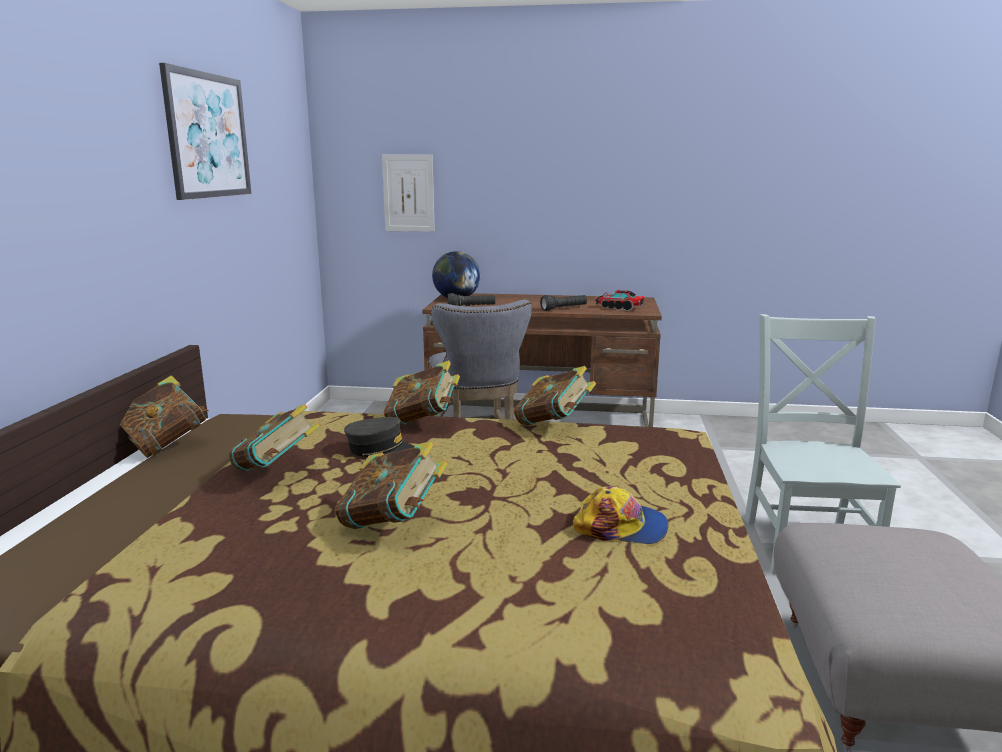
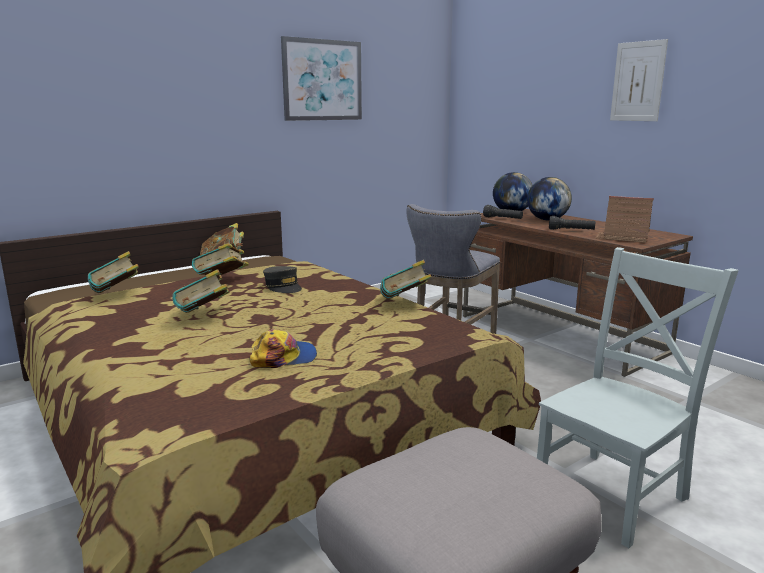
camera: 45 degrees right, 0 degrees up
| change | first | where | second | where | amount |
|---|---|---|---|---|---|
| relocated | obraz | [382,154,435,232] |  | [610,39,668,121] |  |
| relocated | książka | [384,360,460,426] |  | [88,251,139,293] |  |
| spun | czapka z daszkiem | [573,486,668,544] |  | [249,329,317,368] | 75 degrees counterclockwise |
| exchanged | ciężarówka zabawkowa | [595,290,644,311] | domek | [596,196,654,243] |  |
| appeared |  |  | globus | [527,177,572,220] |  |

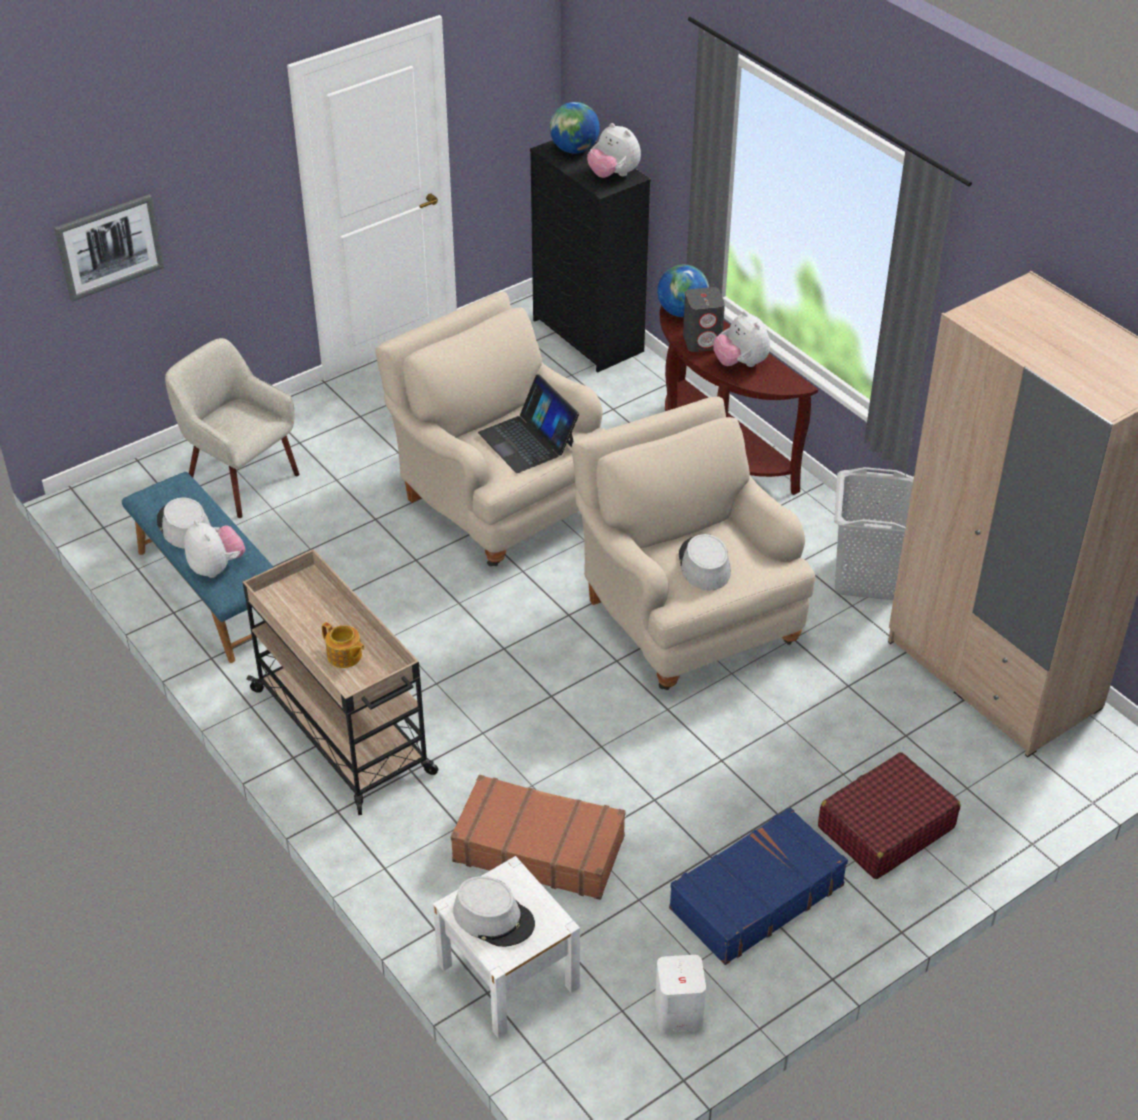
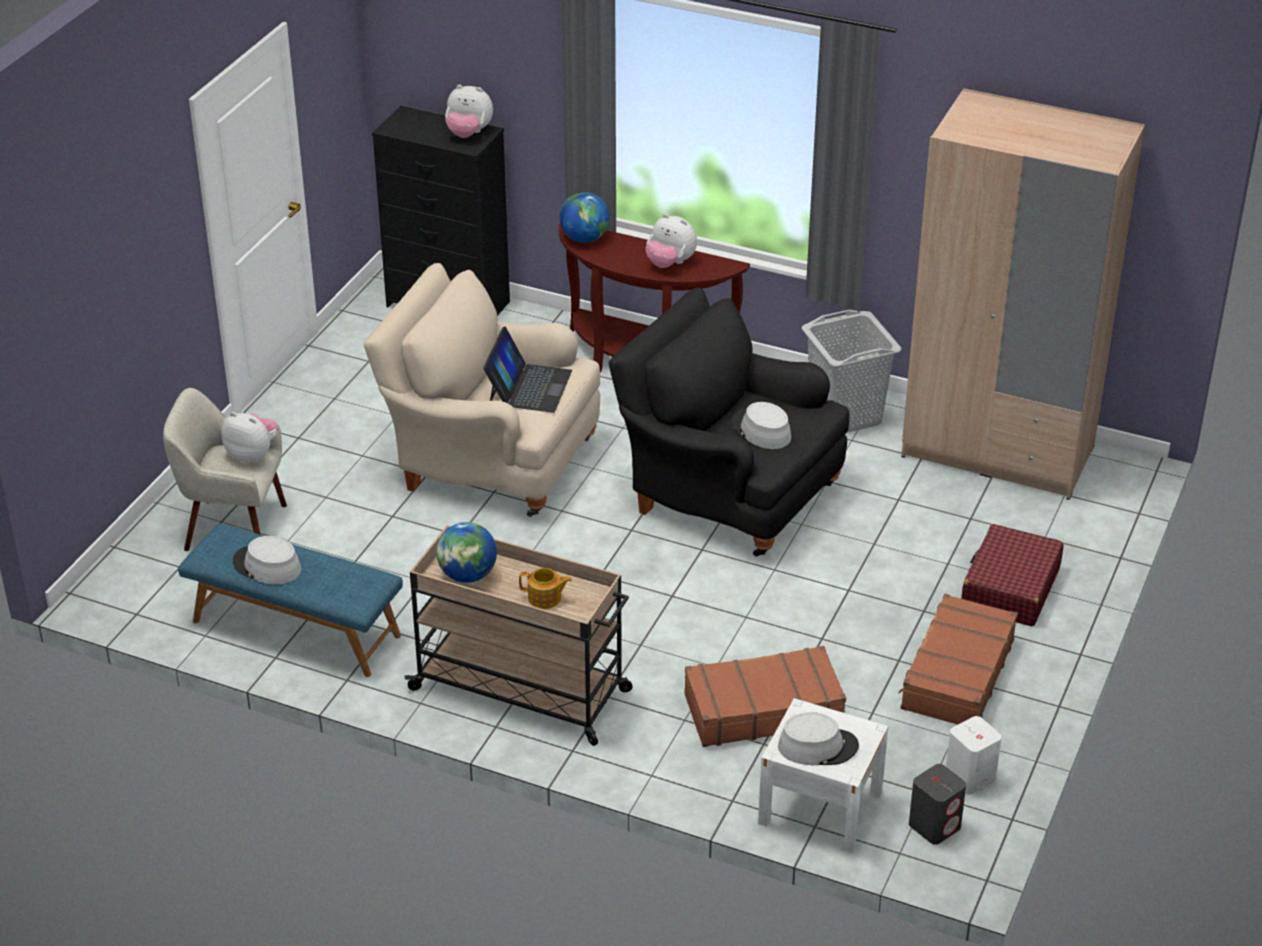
camera: 30 degrees left, 5 degrees down
| change | first | where | second | where | amount |
|---|---|---|---|---|---|
| missing | obraz | [54,194,165,302] |  |  |  |
| relocated | pluszak | [184,520,245,578] |  | [221,412,278,463] |  |
| spun | laptop | [478,374,579,473] |  | [483,326,572,413] | 105 degrees counterclockwise |
| relocated | globus | [550,102,600,153] |  | [437,522,497,583] |  |
| colour | fotel (beżowy) | [572,396,815,690] | fotel (czarny) | [609,288,849,556] |  |
| colour | walizka (niebieski) | [669,807,848,965] | walizka (brązowy) | [899,594,1018,725] |  |
| relocated | głośnik (szary) | [683,287,725,352] |  | [909,764,966,845] |  |

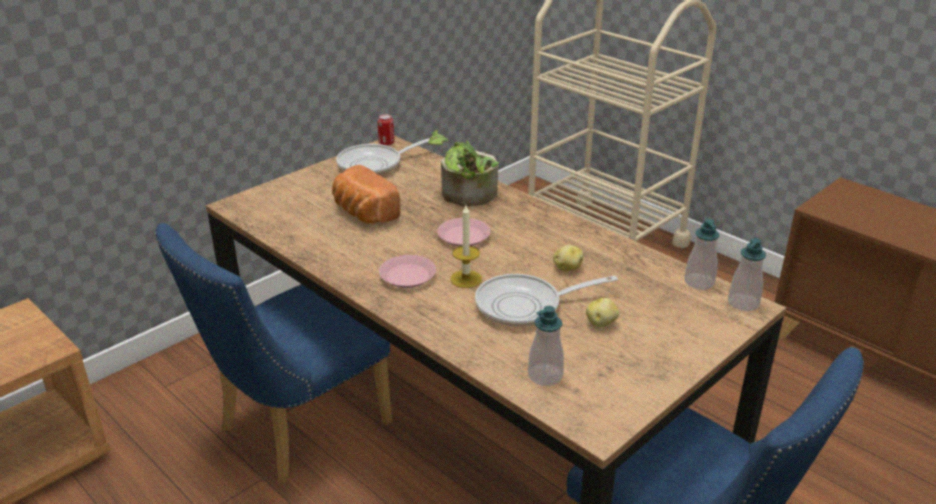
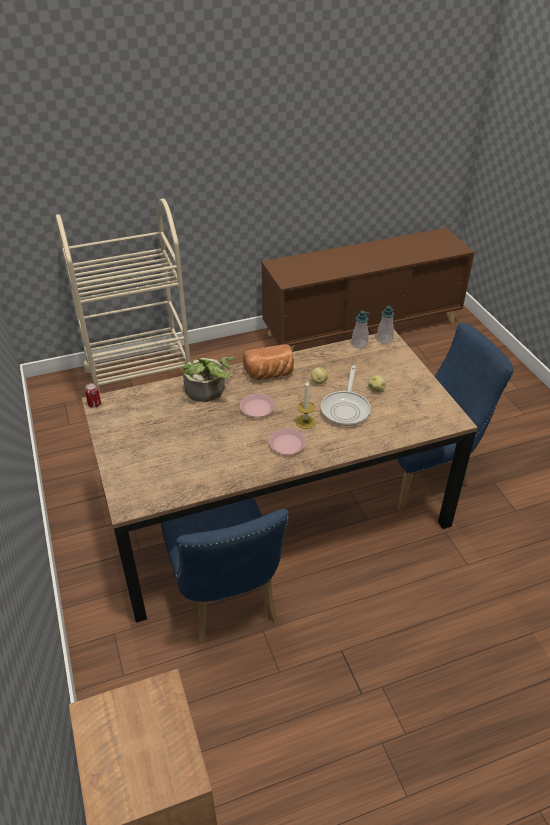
camera: 65 degrees left, 10 degrees up
| change | first | where | second | where | amount |
|---|---|---|---|---|---|
| relocated | chleb | [332,165,400,224] |  | [243,345,294,380] |  |
| missing | patelnia | [336,138,430,175] |  |  |  |
| missing | dozownik mydła | [528,306,564,386] |  |  |  |

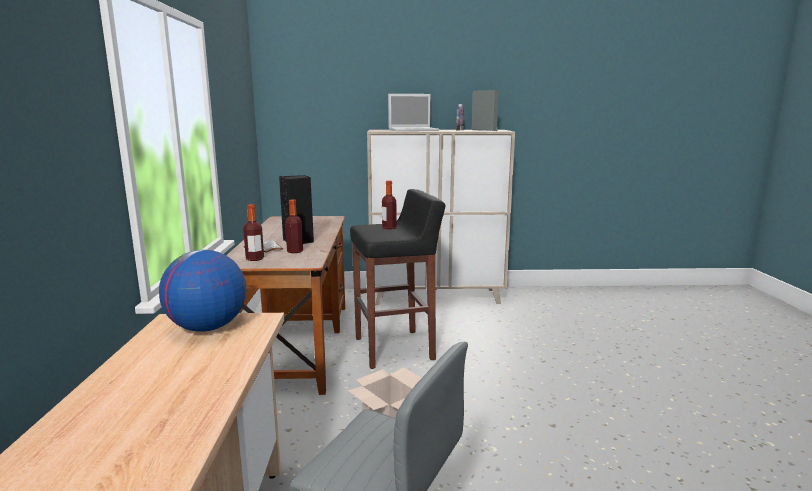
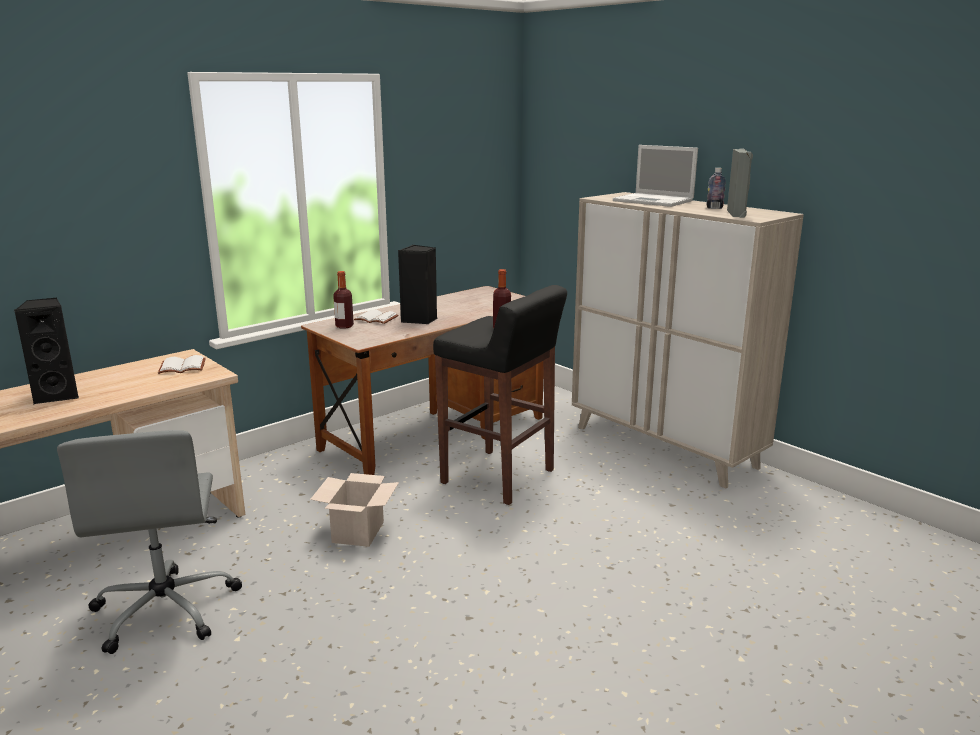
camera: 50 degrees right, 5 degrees up
| change | first | where | second | where | amount |
|---|---|---|---|---|---|
| exchanged | globus | [159,250,246,332] | książka (biały) | [158,355,206,374] |  |
| missing | butelka | [285,199,303,253] |  |  |  |
| appeared |  |  | głośnik (czarny) | [14,298,79,404] |  |

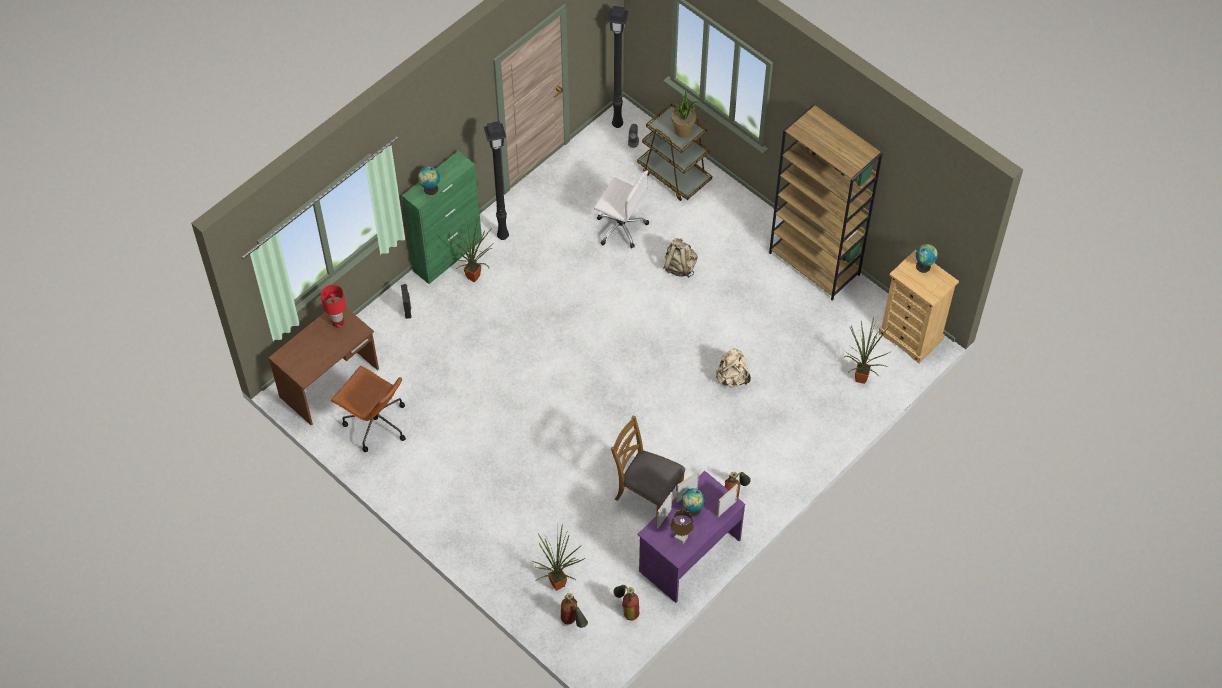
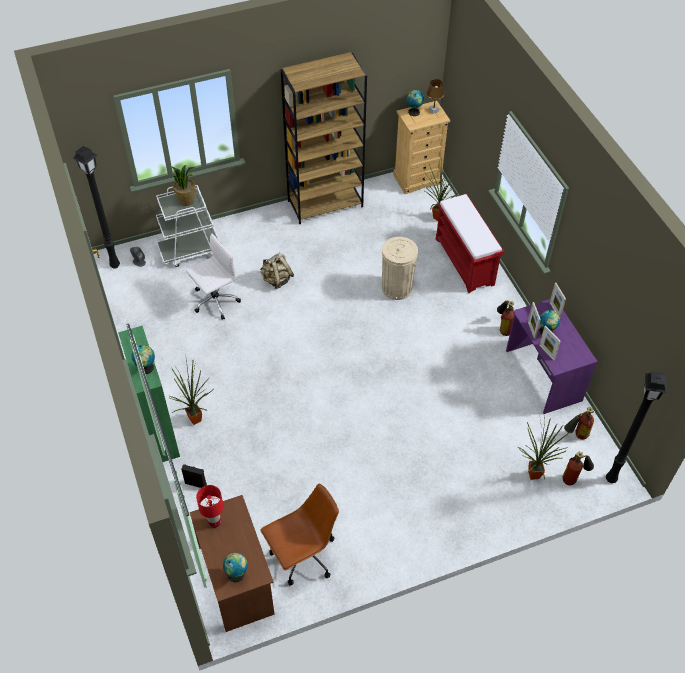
camera: 65 degrees left, 5 degrees down
| change | first | where | second | where | amount |
|---|---|---|---|---|---|
| relocated | lampa stojąca (czarny) | [484,121,509,240] |  | [606,371,667,483] |  |
| missing | krzesło (brązowy) | [611,416,685,516] |  |  |  |
| colour | wózek (brązowy) | [637,103,712,201] | wózek (biały) | [156,185,220,267] |  |
| relocated | lampa stołowa (brązowy) | [670,510,694,544] |  | [427,79,444,114] |  |
| exchanged | plecak (beżowy) | [716,348,751,388] | kosz na śmieci (beżowy) | [382,237,418,300] |  |
| appeared |  |  | globus | [223,553,248,582] |  |
| appeared |  |  | ławka (czerwony) | [436,194,504,293] |  |

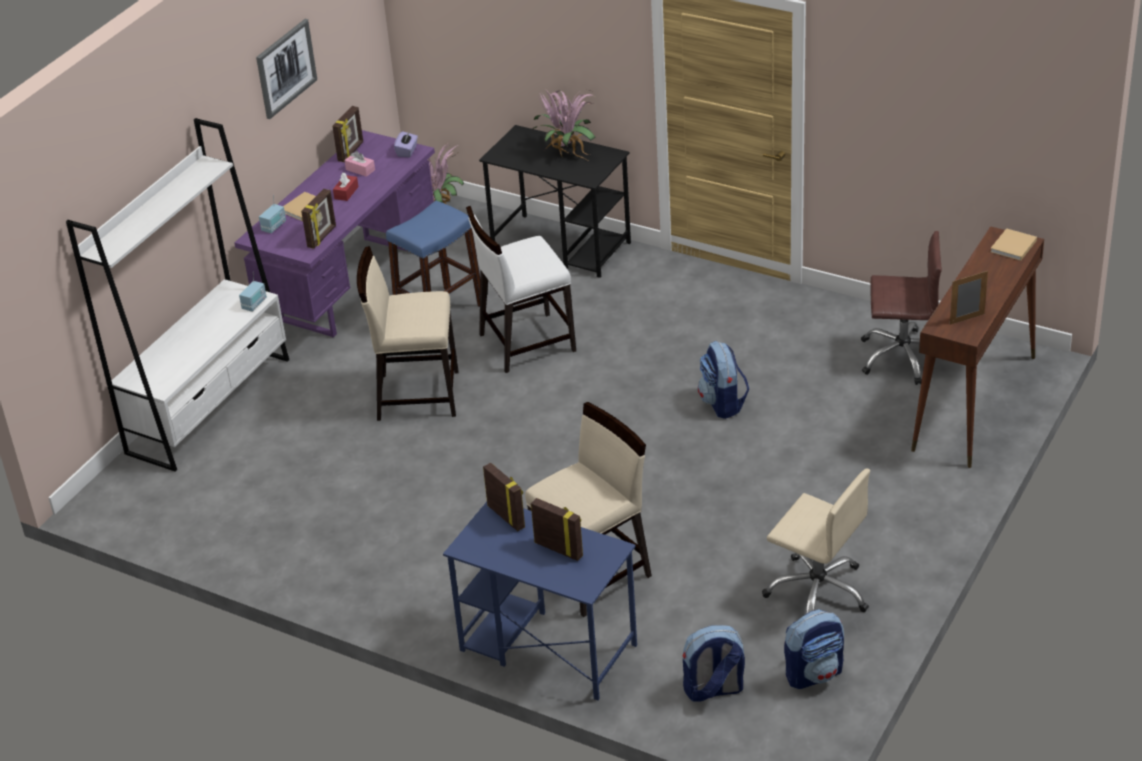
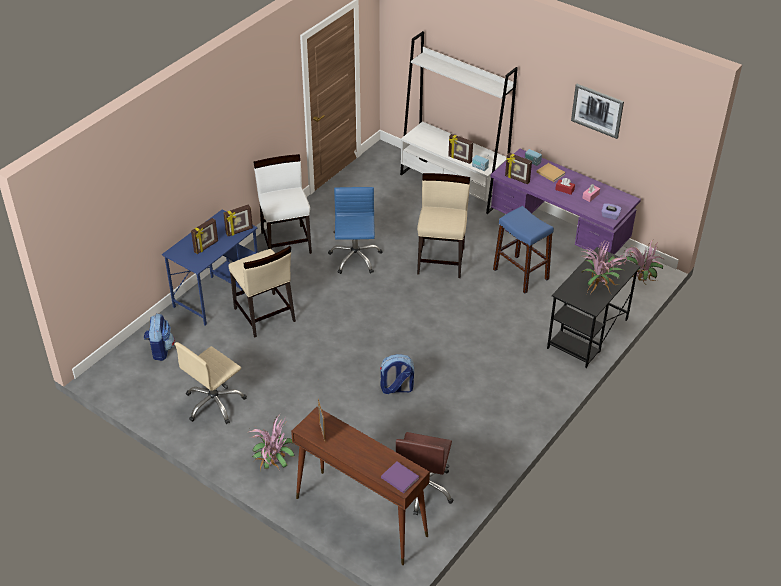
camera: 95 degrees right, 5 degrees up
| change | first | where | second | where | amount |
|---|---|---|---|---|---|
| relocated | ramka na zdjęcie | [332,106,363,162] |  | [448,134,473,164] |  |
| relocated | krzesło (biały) | [466,206,576,373] |  | [254,154,312,254] |  |
| missing | plecak | [784,609,844,689] |  |  |  |
| colour | książka (beżowy) | [990,228,1037,261] | książka (fioletowy) | [381,461,419,493] |  |
| appeared |  |  | roślina doniczkowa | [247,414,295,471] |  |
| appeared |  |  | krzesło biurowe (niebieski) | [328,187,383,274] |  |

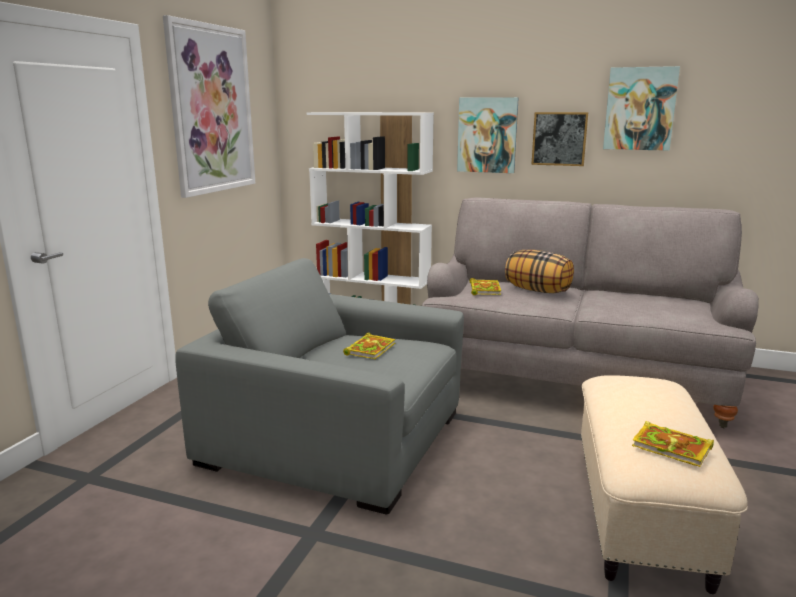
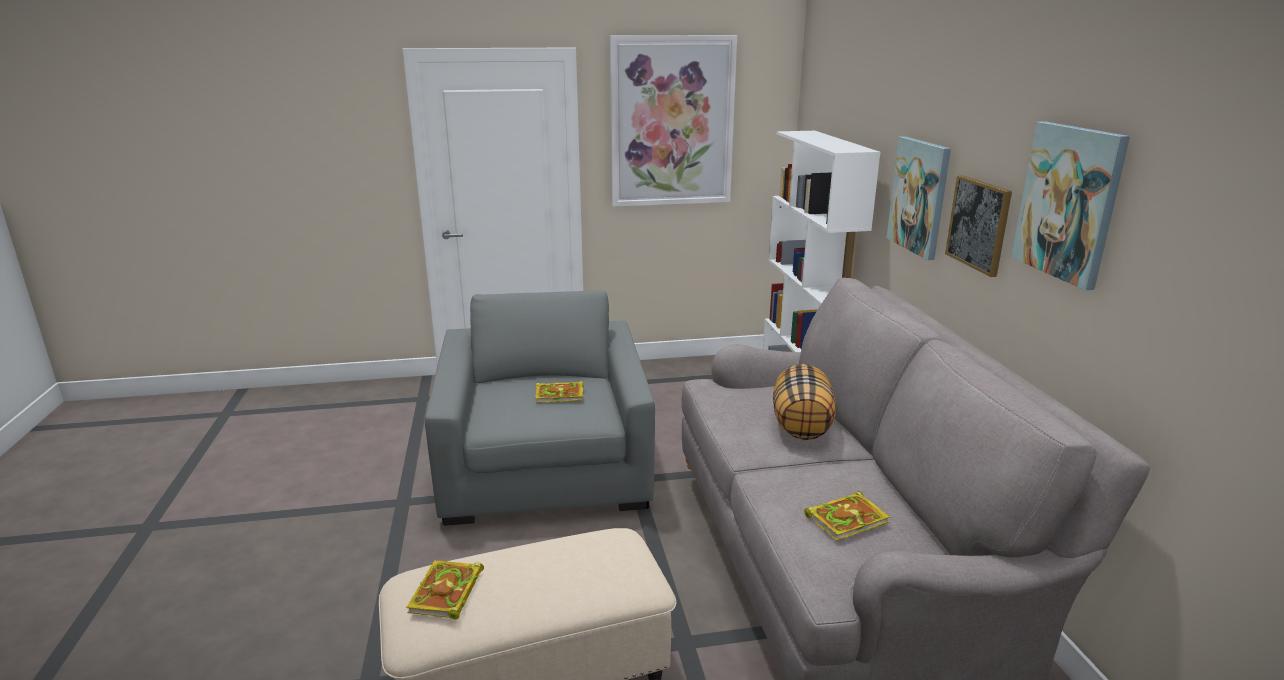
camera: 60 degrees right, 5 degrees up
| change | first | where | second | where | amount |
|---|---|---|---|---|---|
| relocated | książka | [470,278,501,295] |  | [804,491,890,541] |  |

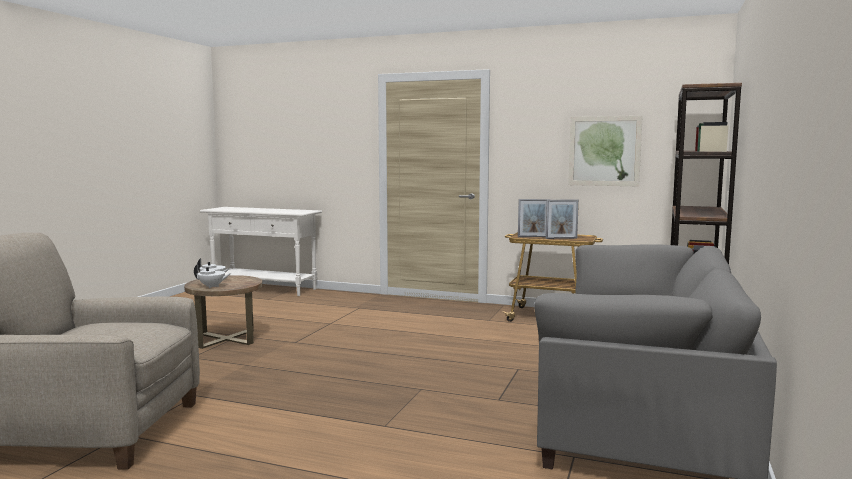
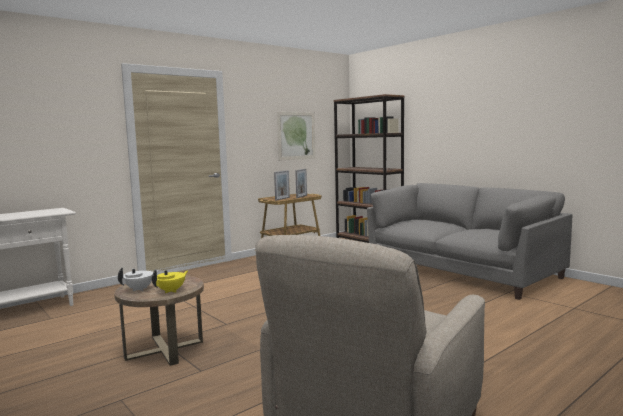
camera: 60 degrees left, 0 degrees up
| change | first | where | second | where | amount |
|---|---|---|---|---|---|
| colour | imbryk (biały) | [194,264,231,288] | imbryk (żółty) | [152,269,188,293] |  |

